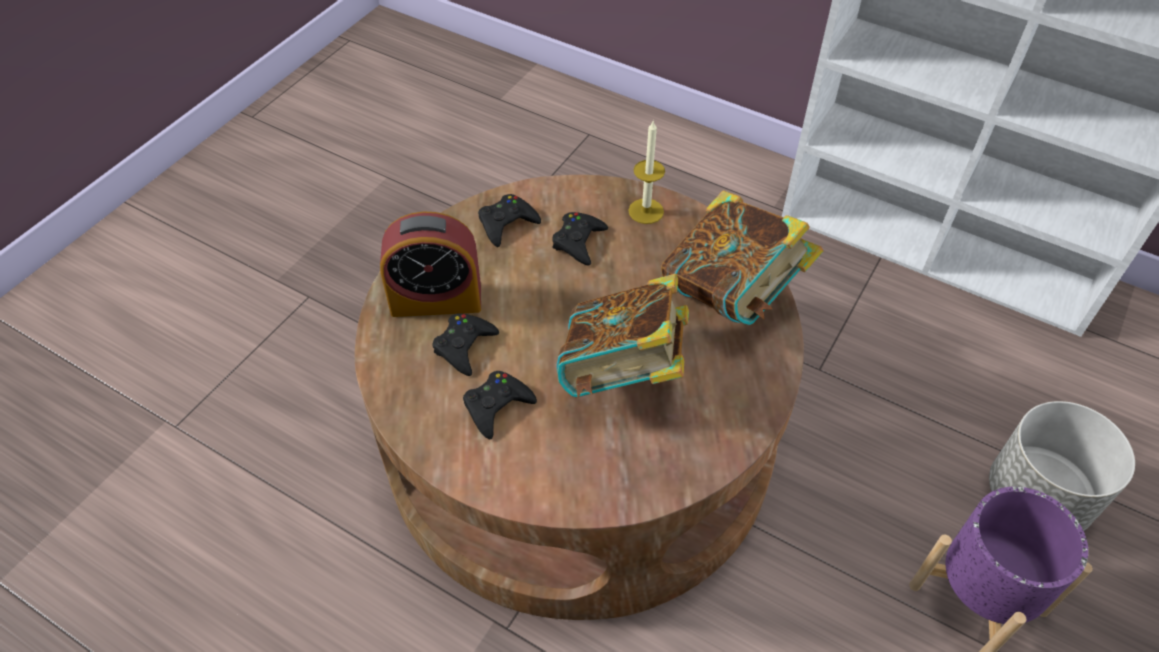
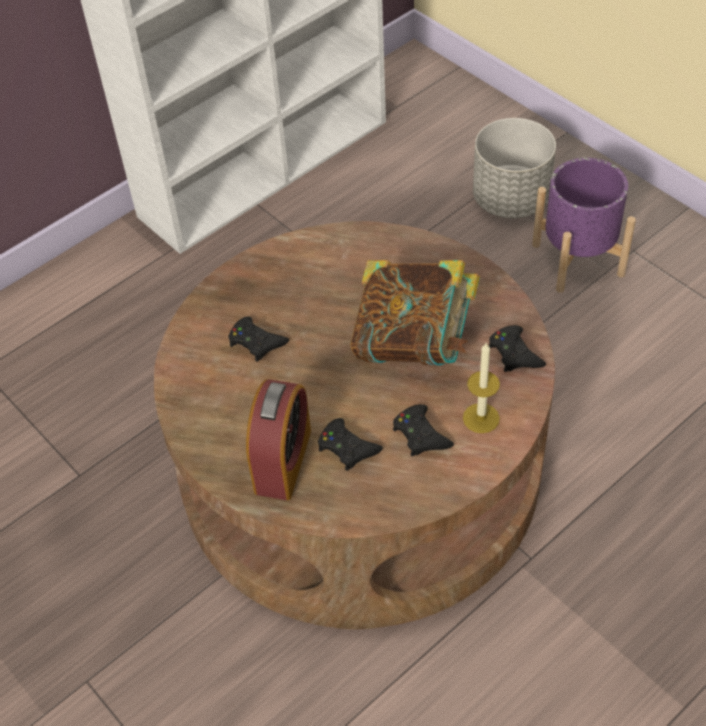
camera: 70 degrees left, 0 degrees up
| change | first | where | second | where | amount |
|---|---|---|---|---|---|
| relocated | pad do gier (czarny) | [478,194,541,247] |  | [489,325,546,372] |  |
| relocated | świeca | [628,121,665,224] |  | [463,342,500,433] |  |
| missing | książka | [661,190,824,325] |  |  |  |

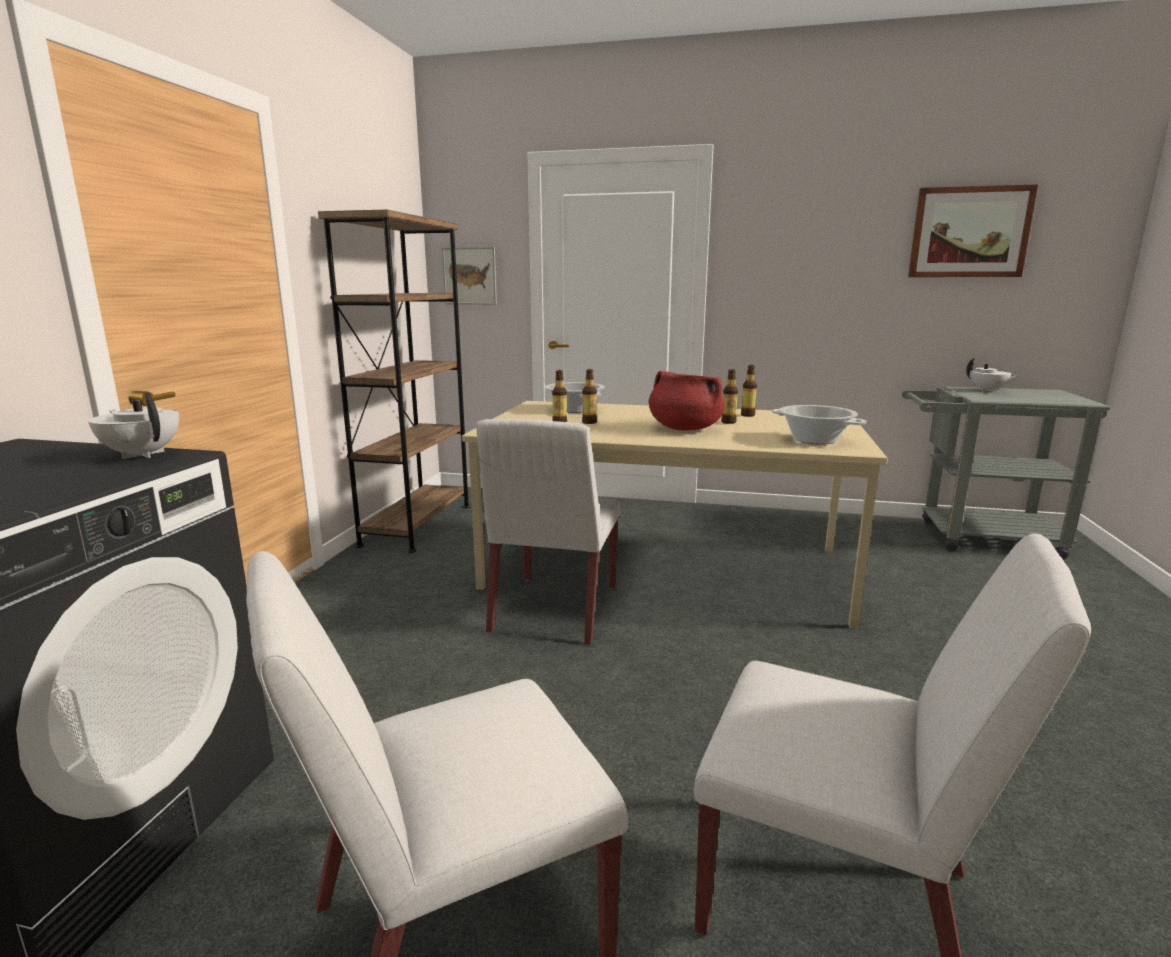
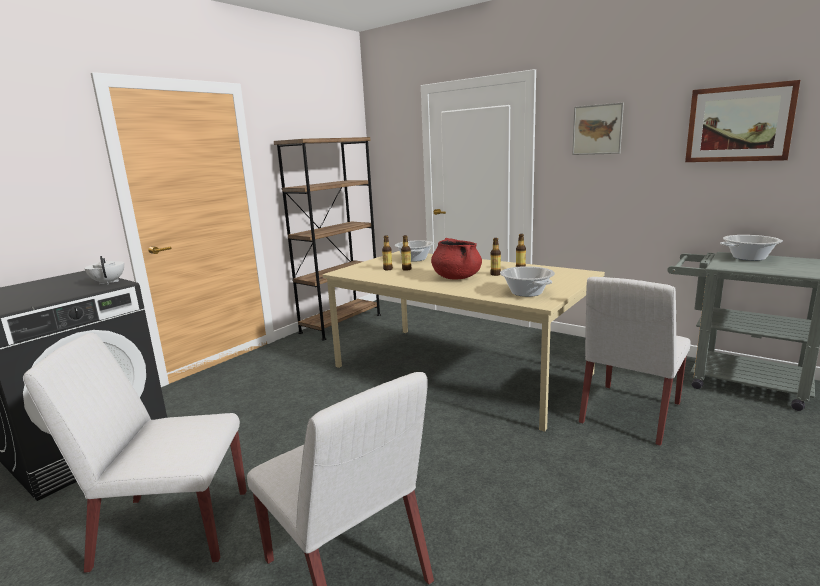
camera: 25 degrees right, 0 degrees up
| change | first | where | second | where | amount |
|---|---|---|---|---|---|
| relocated | obraz | [442,247,497,305] |  | [572,102,624,155] |  |
| relocated | krzesło (biały) | [477,419,620,645] |  | [579,277,690,446] |  |
| exchanged | imbryk (biały) | [966,358,1019,392] | garnek | [720,235,783,261] |  |

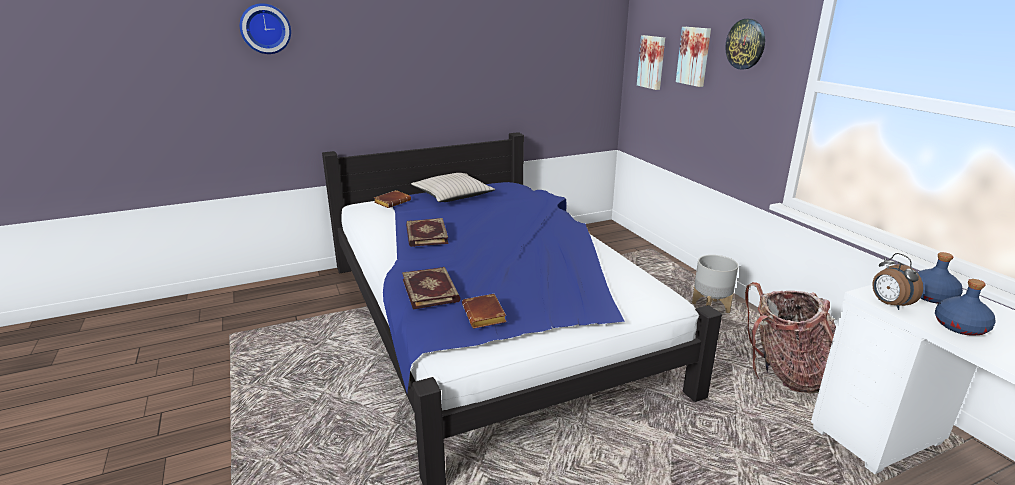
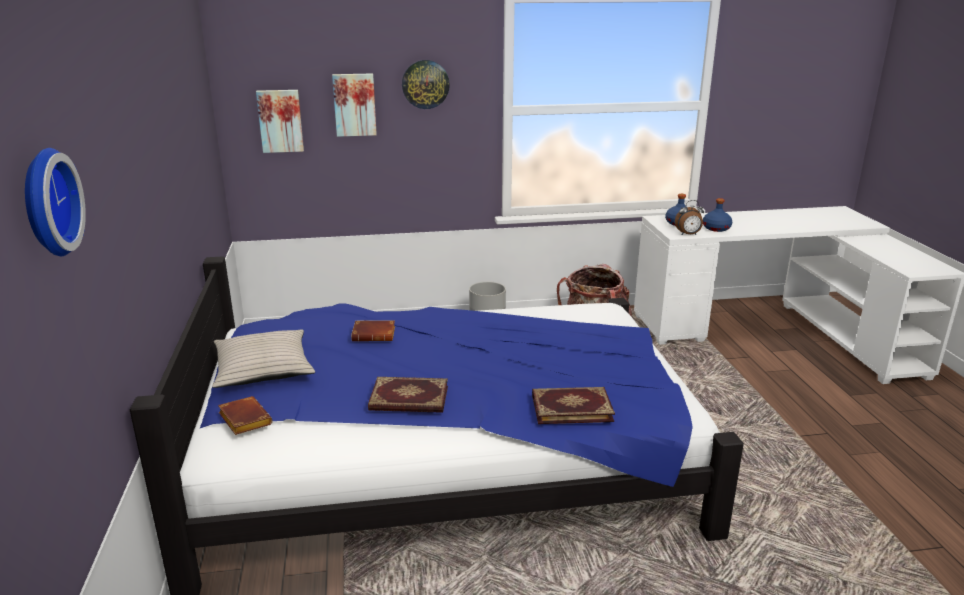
camera: 75 degrees left, 0 degrees up
| change | first | where | second | where | amount |
|---|---|---|---|---|---|
| relocated | książka (brązowy) | [462,294,507,328] |  | [351,320,395,341] |  |

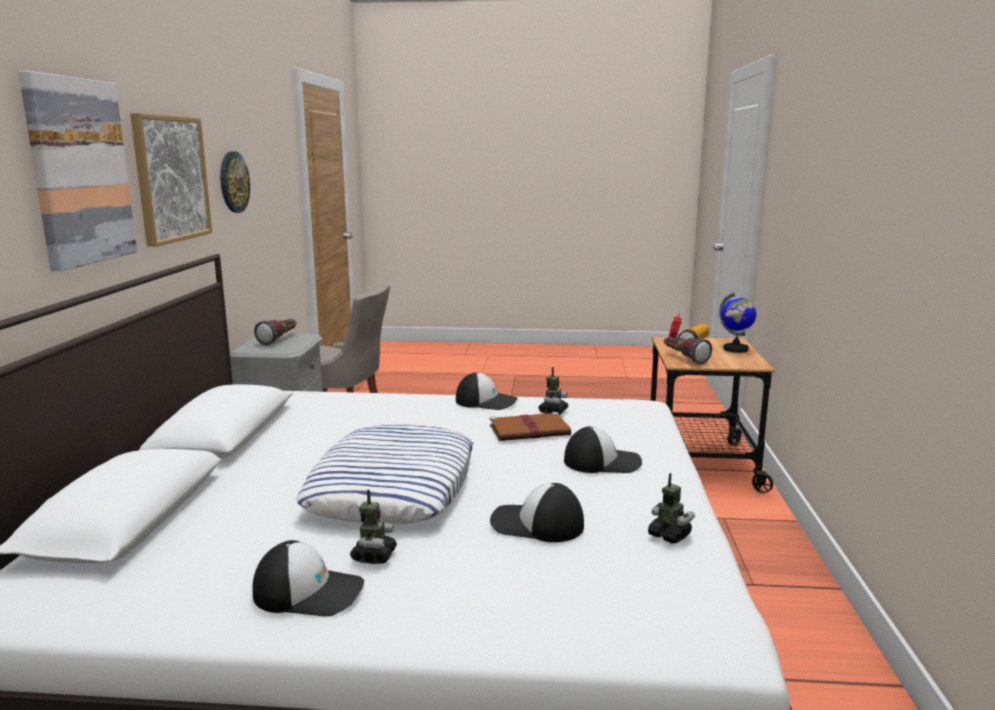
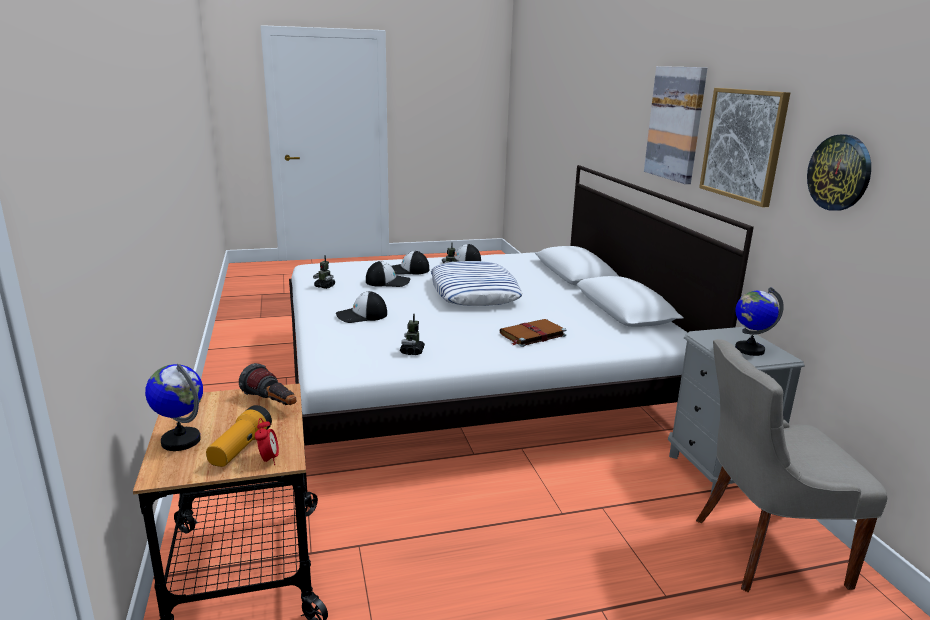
camera: 160 degrees right, 5 degrees up
| change | first | where | second | where | amount |
|---|---|---|---|---|---|
| exchanged | latarka | [254,319,297,345] | globus | [735,287,784,356] |  |
| relocated | czapka z daszkiem | [456,372,518,410] |  | [391,251,429,275] |  |
| relocated | książka (brązowy) | [490,412,571,441] |  | [500,319,567,347] |  |

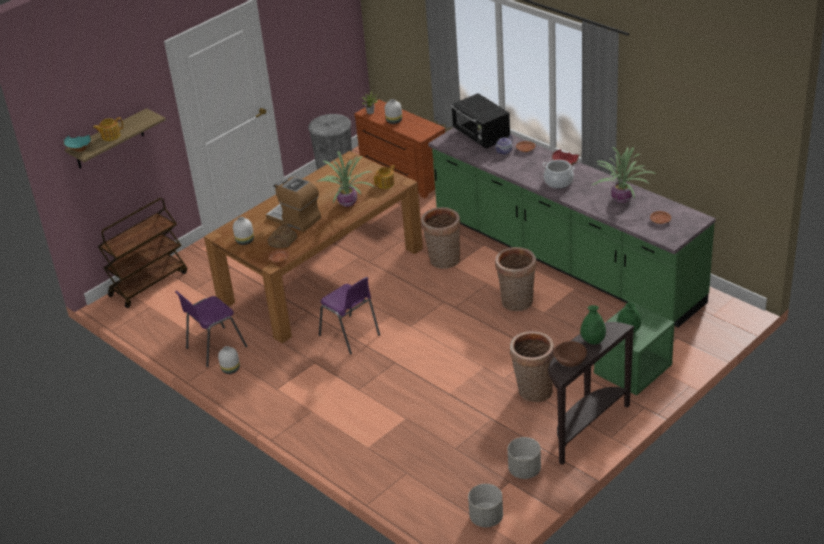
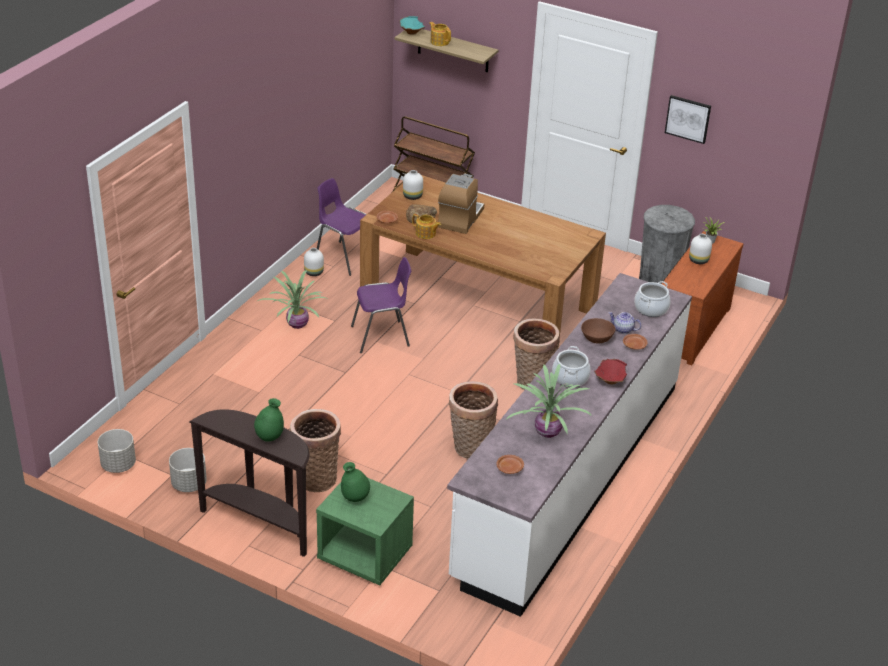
camera: 70 degrees right, 0 degrees up
| change | first | where | second | where | amount |
|---|---|---|---|---|---|
| relocated | roślina doniczkowa | [316,151,375,207] |  | [257,270,326,329] |  |
| spun | krzesło (fioletowy) | [319,277,380,355] |  | [351,257,411,353] | 135 degrees counterclockwise |
| relocated | imbryk | [374,165,395,189] |  | [412,214,441,239] |  |
| colour | zabudowa kuchenna (zielony) | [428,128,716,328] | zabudowa kuchenna (biały) | [447,273,692,617] |  |
| exchanged | mikrofalówka (czarny) | [451,93,510,148] | garnek | [634,281,671,317] |  |
| relocated | miska (brązowy) | [553,341,587,367] |  | [581,318,616,344] |  |
| appeared |  |  | obraz | [665,95,711,144] |  |

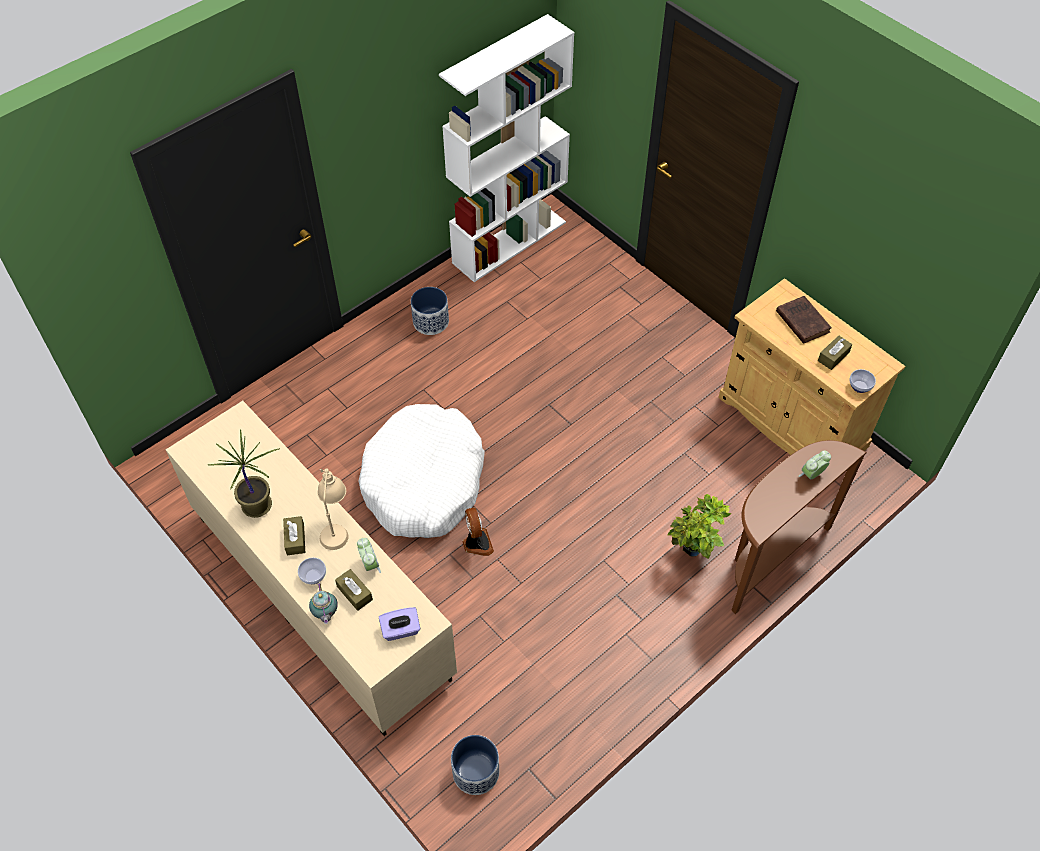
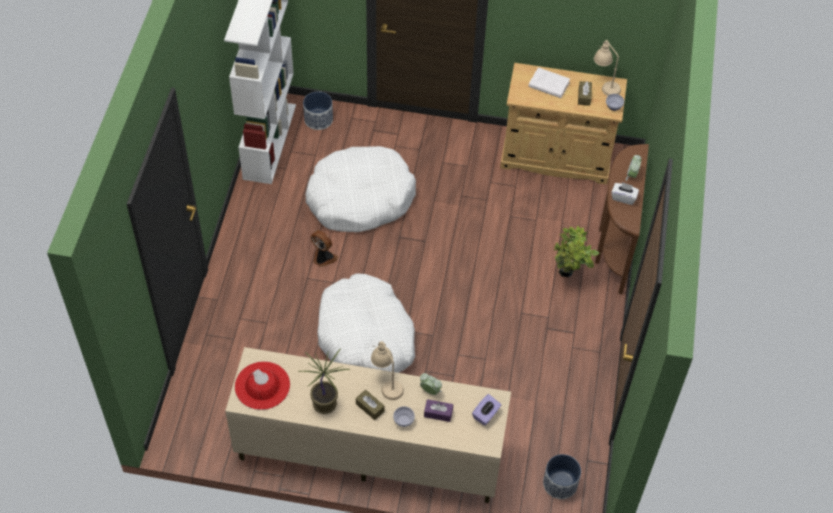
camera: 40 degrees left, 0 degrees up
| change | first | where | second | where | amount |
|---|---|---|---|---|---|
| missing | imbryk | [309,583,338,624] |  |  |  |
| colour | pudełko chusteczek (brązowy) | [335,569,373,611] | pudełko chusteczek (fioletowy) | [424,399,453,422] |  |
| relocated | donica | [411,287,449,335] |  | [303,91,333,130] |  |
| relocated | wentylator | [462,507,494,556] |  | [311,230,338,267] |  |
| colour | książka (brązowy) | [776,296,832,344] | książka (biały) | [528,67,570,98] |  |
| appeared |  |  | kapelusz (czerwony) | [235,361,290,410] |  |
| appeared |  |  | legowisko (biały) | [305,146,416,232] |  |
| appeared |  |  | lampa stołowa (beżowy) | [594,40,621,96] |  |
| appeared |  |  | pudełko chusteczek (biały) | [611,182,639,205] |  |

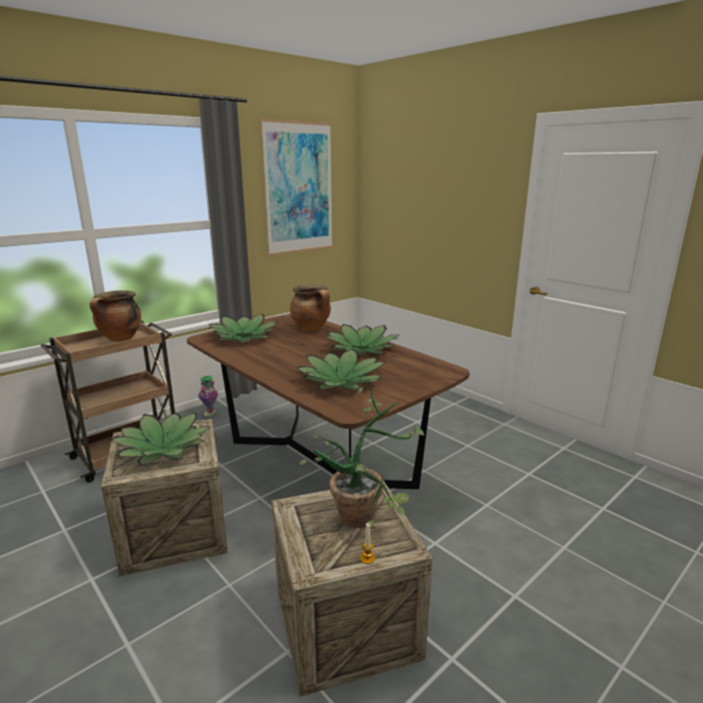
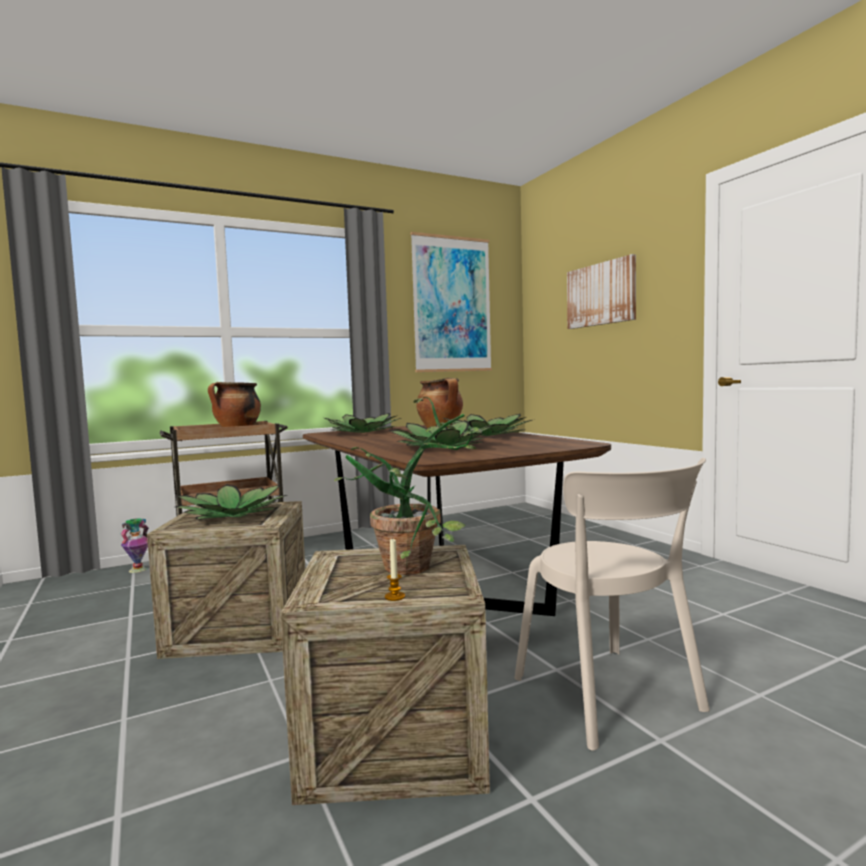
camera: 15 degrees right, 15 degrees down
| change | first | where | second | where | amount |
|---|---|---|---|---|---|
| relocated | wazon | [198,376,218,416] |  | [121,518,149,573] |  |
| appeared |  |  | krzesło (beżowy) | [515,458,710,751] |  |
| appeared |  |  | obraz | [567,254,636,329] |  |

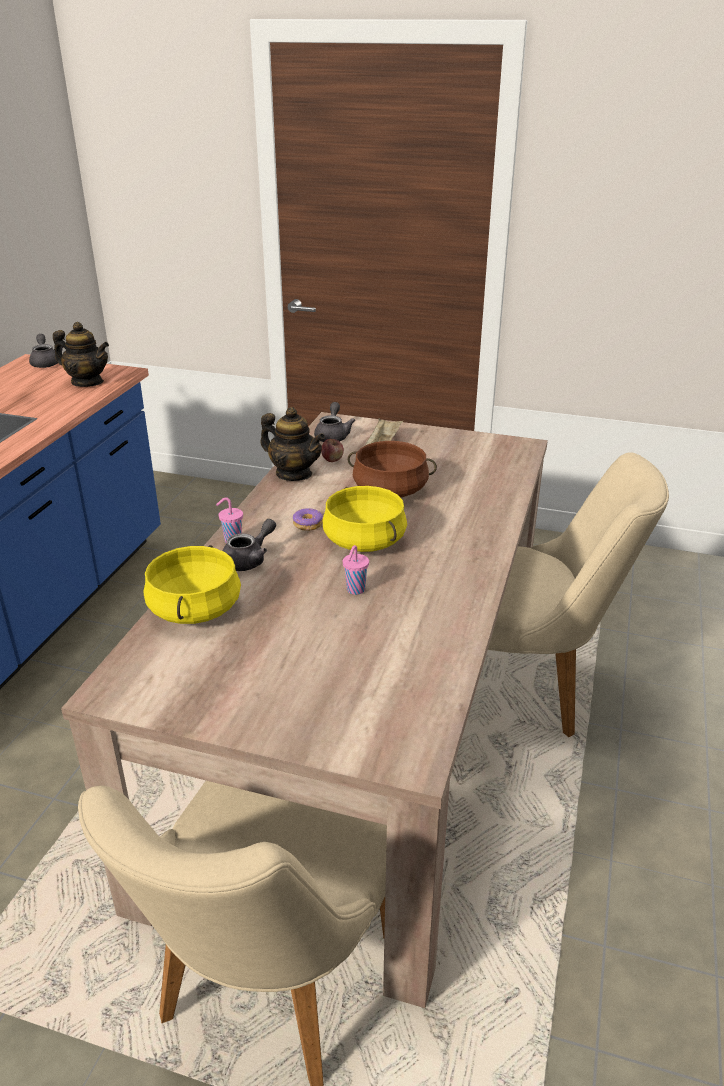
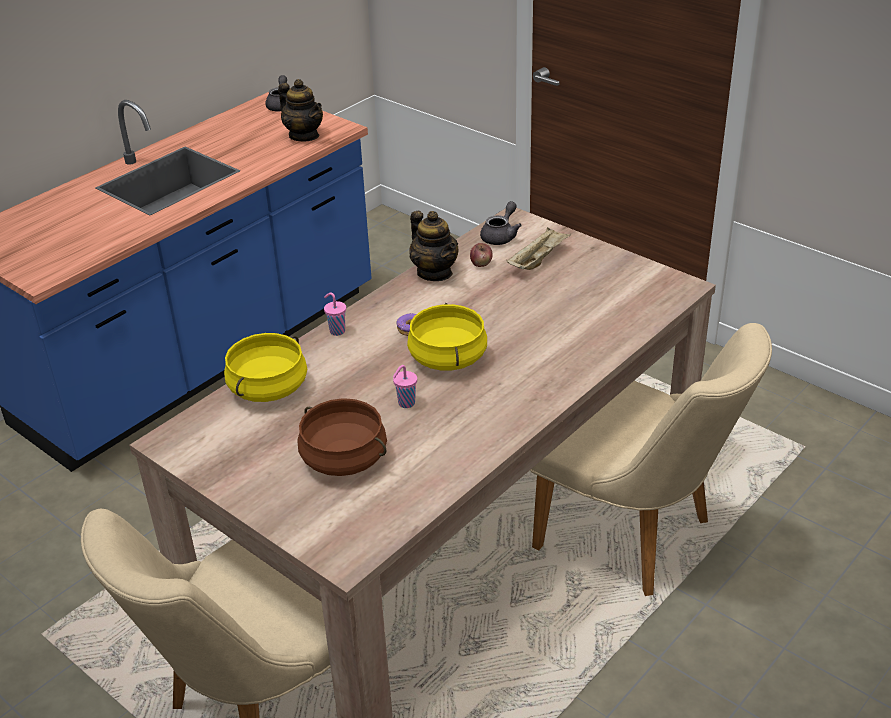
camera: 25 degrees right, 5 degrees up
| change | first | where | second | where | amount |
|---|---|---|---|---|---|
| missing | imbryk (szary) | [222,519,276,571] |  |  |  |
| relocated | garnek (brązowy) | [348,441,437,498] |  | [298,398,387,476] |  |

